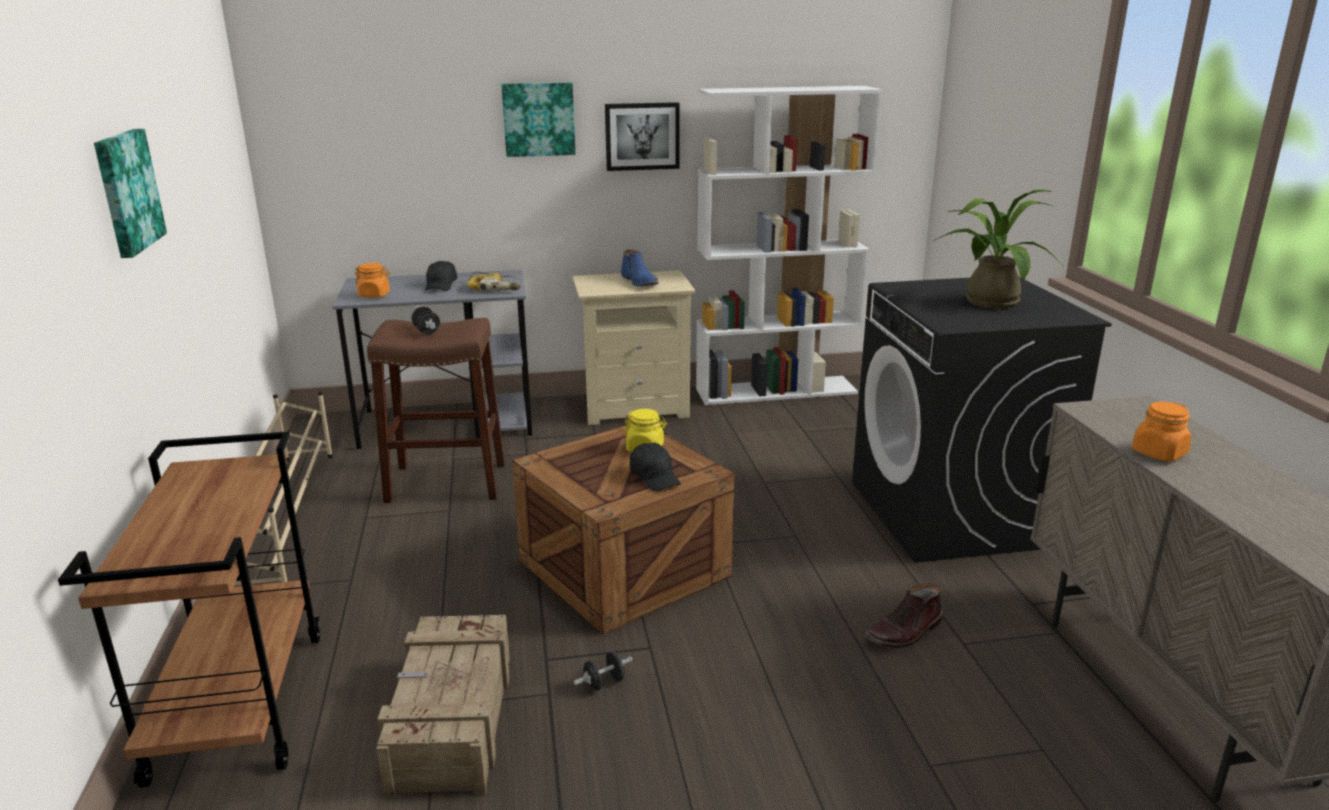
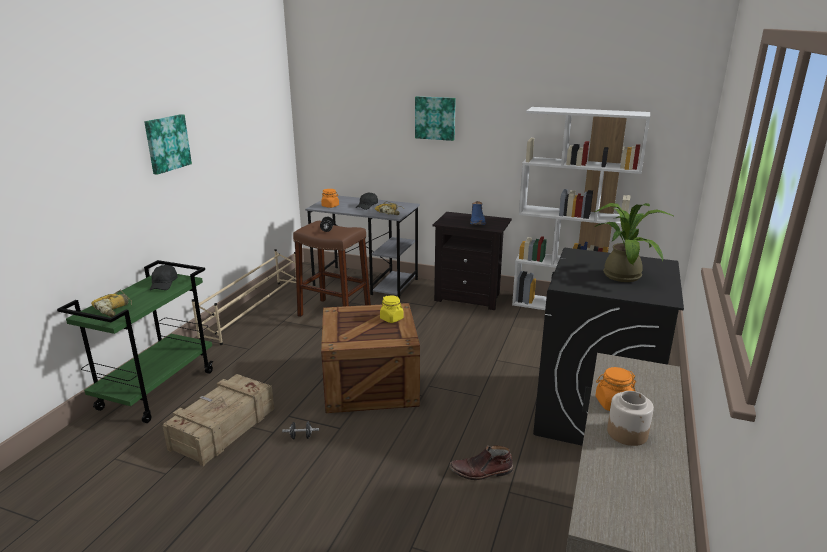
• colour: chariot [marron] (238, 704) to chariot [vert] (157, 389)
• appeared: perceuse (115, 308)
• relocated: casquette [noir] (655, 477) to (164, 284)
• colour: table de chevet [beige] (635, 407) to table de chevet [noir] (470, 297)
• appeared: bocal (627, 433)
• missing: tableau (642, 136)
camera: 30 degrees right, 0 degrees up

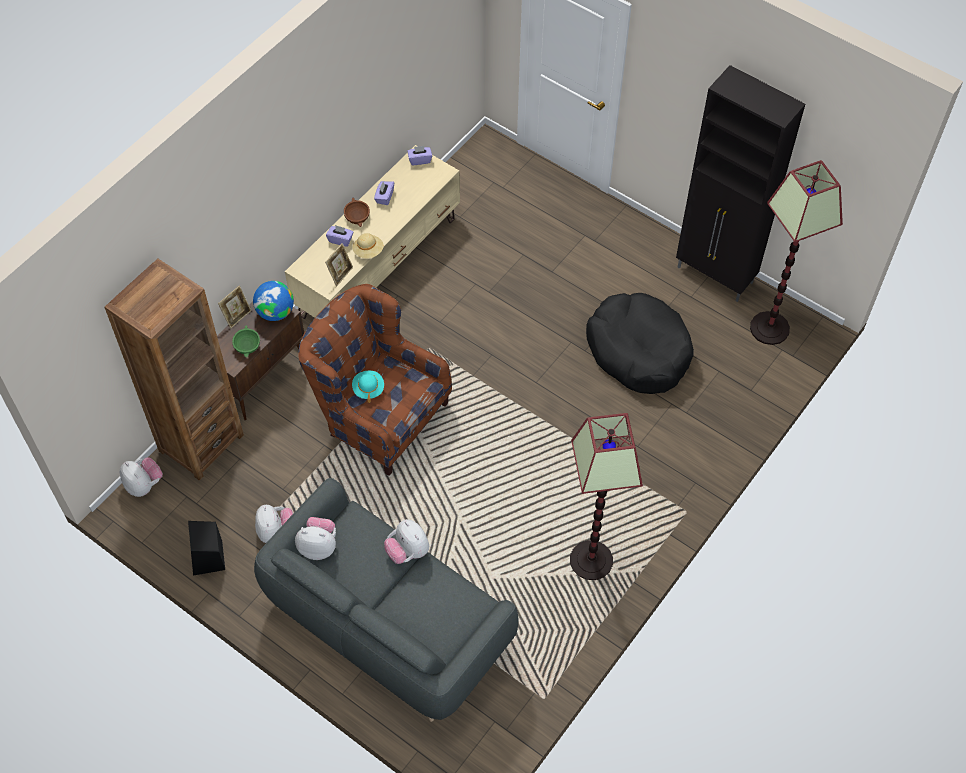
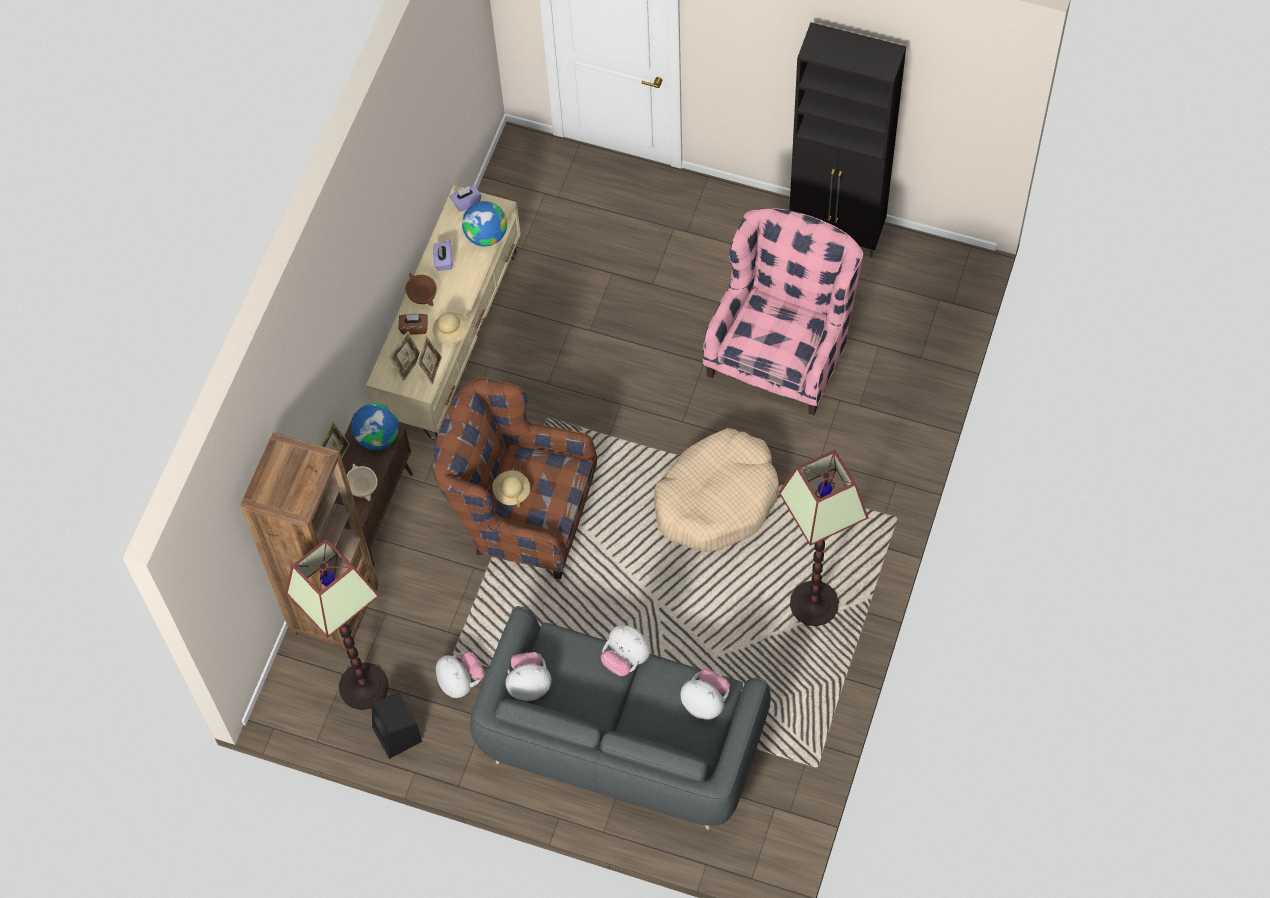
• relocated: lampadaire (770, 328) to (364, 686)
• colour: bol [vert] (247, 346) to bol [beige] (362, 486)
• appeared: cadre photo (407, 365)
• colour: boîte à mouchoirs [violet] (340, 240) to boîte à mouchoirs [marron] (414, 328)
• appeared: globe (486, 235)
• colour: chapeau [turquoise] (368, 389) to chapeau [beige] (511, 492)
• appeared: panier pour chien [beige] (717, 499)
• relocated: peluche (144, 485) to (706, 702)
• exchanged: panier pour chien [noir] (638, 351) to fauteuil [rose] (782, 349)
camera: 15 degrees left, 5 degrees up

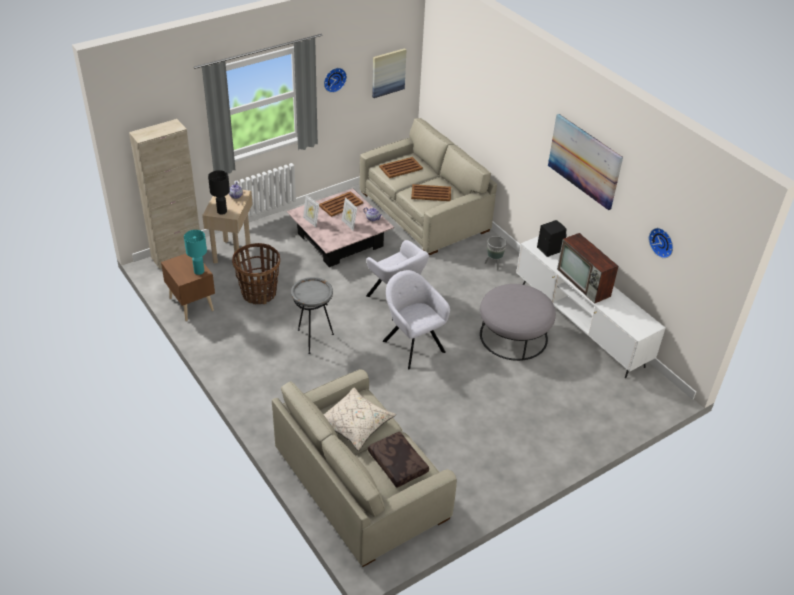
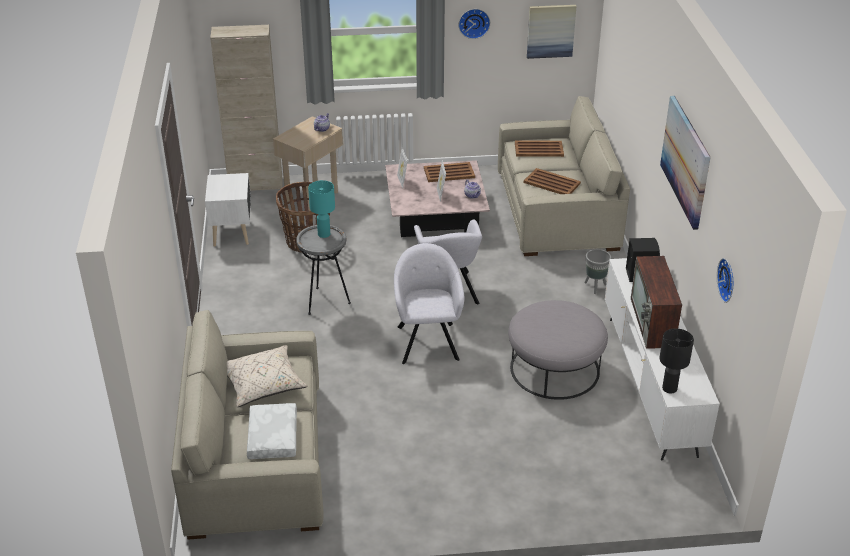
• colour: table de chevet [marron] (192, 303) to table de chevet [blanc] (233, 232)
• colour: coussin [marron] (396, 464) to coussin [blanc] (271, 437)
• relocated: lampe de table [turquoise] (199, 271) to (324, 234)
• relocated: lampe de table [noir] (221, 211) to (669, 388)
camera: 30 degrees right, 5 degrees down

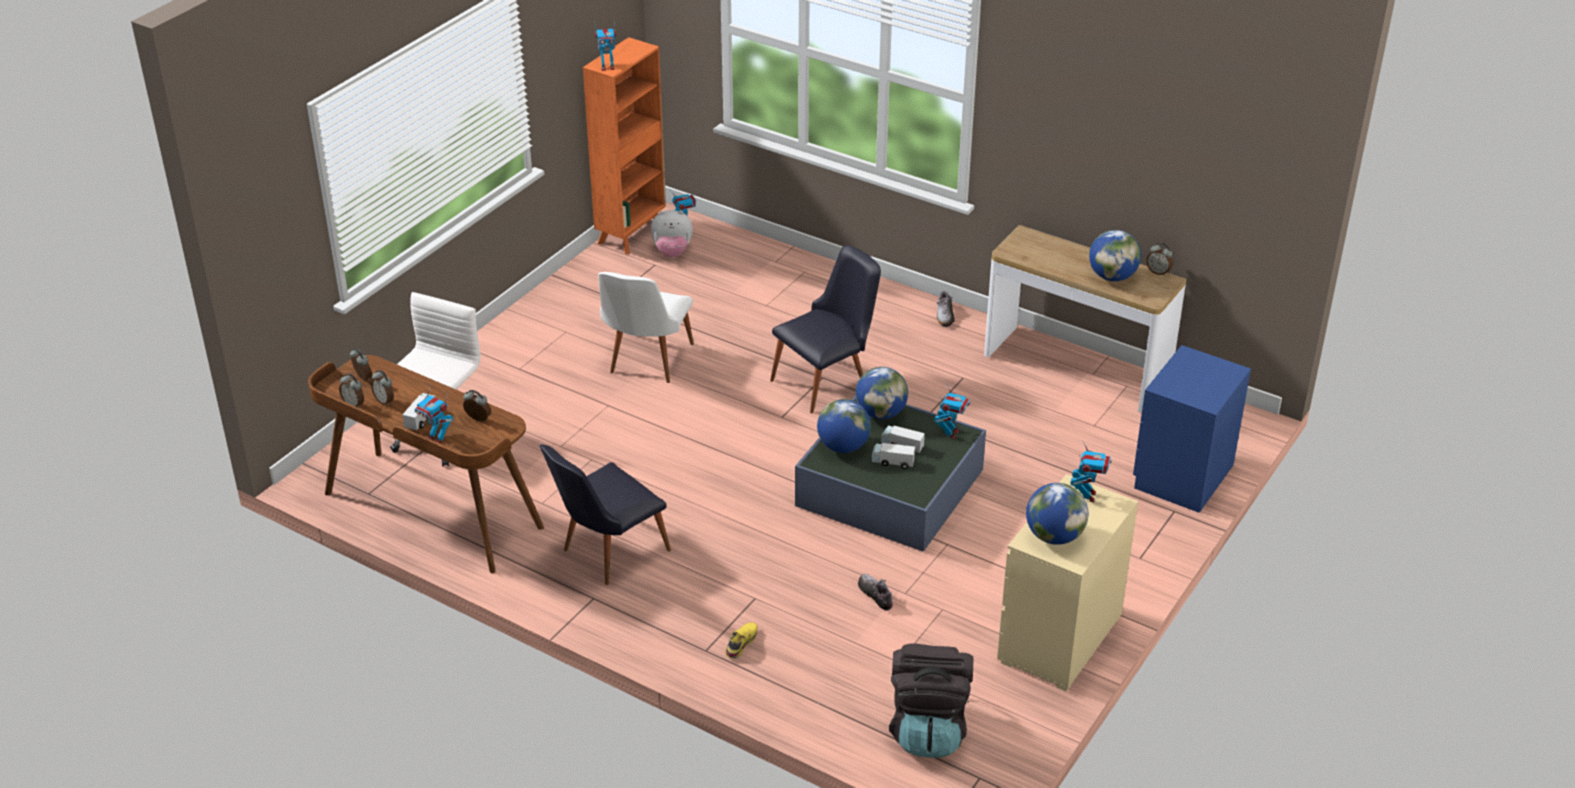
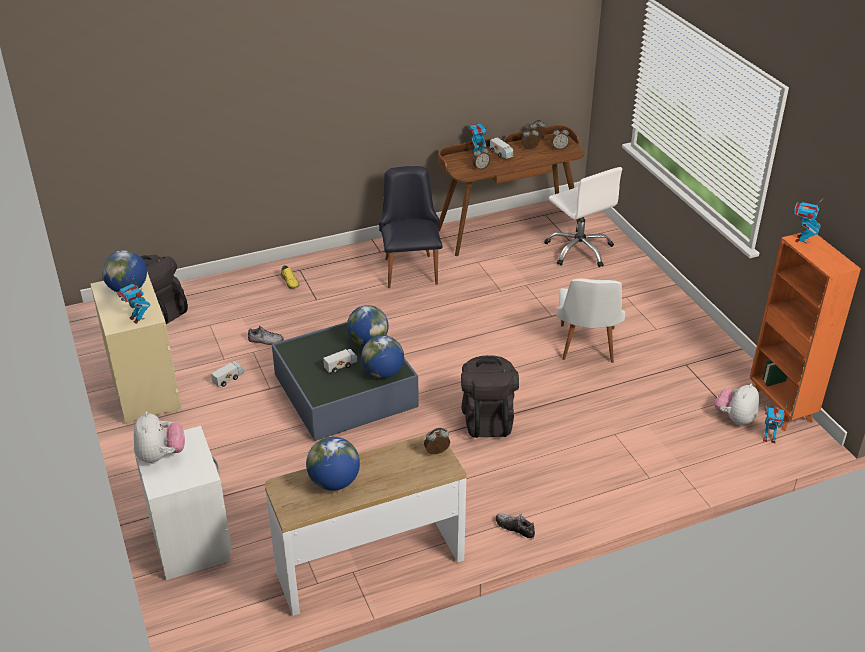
• colour: table de chevet [bleu] (1181, 476) to table de chevet [blanc] (192, 541)
• appeared: peluche (161, 456)
• relocated: camion jouet (892, 462) to (228, 379)
• relocated: réveil (1158, 272) to (437, 453)
• exchanged: chaise [noir] (827, 381) to sac à dos [noir] (487, 419)
• spun: chaise [blanc] (646, 363) = (586, 348) 135 degrees counterclockwise
• missing: robot jouet (950, 433)
camera: 125 degrees right, 0 degrees up

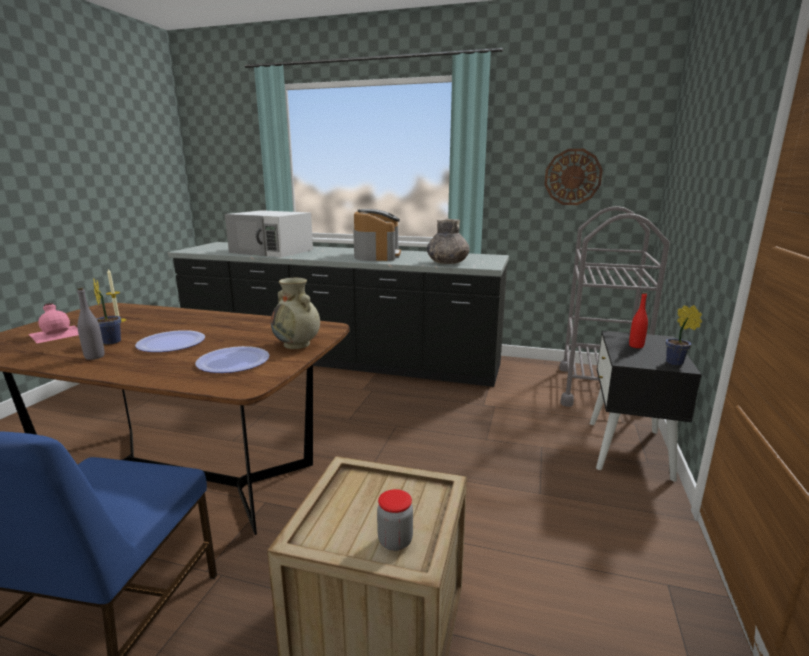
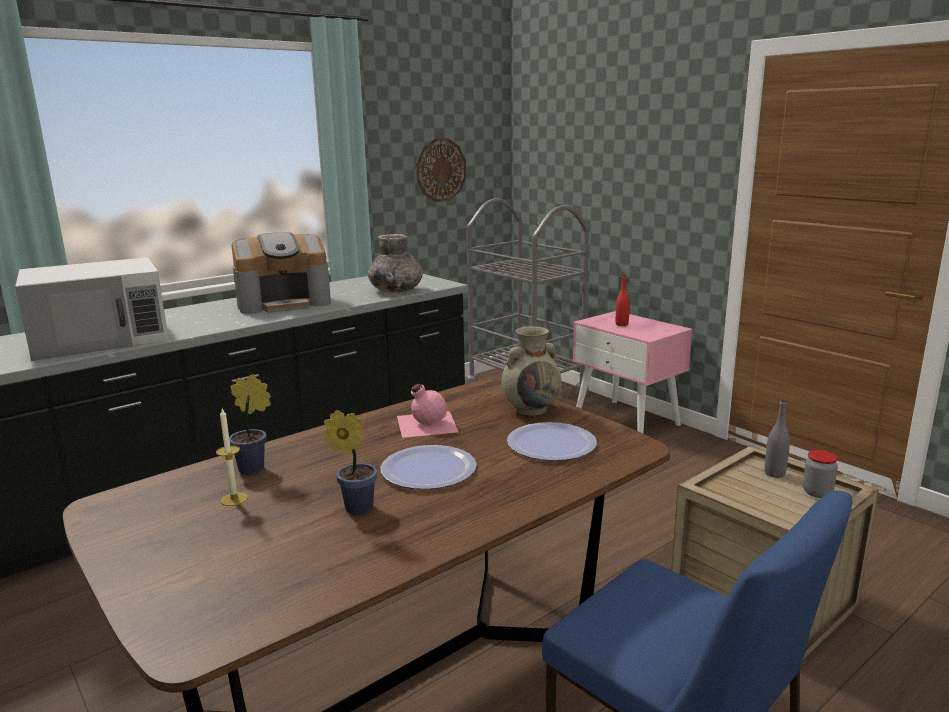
• relocated: plante en pot (677, 363) to (255, 469)
• spun: machine à café (377, 255) = (284, 303) 120 degrees clockwise
• relocated: bouteille [rose] (57, 333) to (425, 423)
• colour: table de chevet [noir] (629, 449) to table de chevet [rose] (627, 420)
• relocated: bouteille [gris] (94, 357) to (774, 473)
camera: 55 degrees left, 0 degrees up

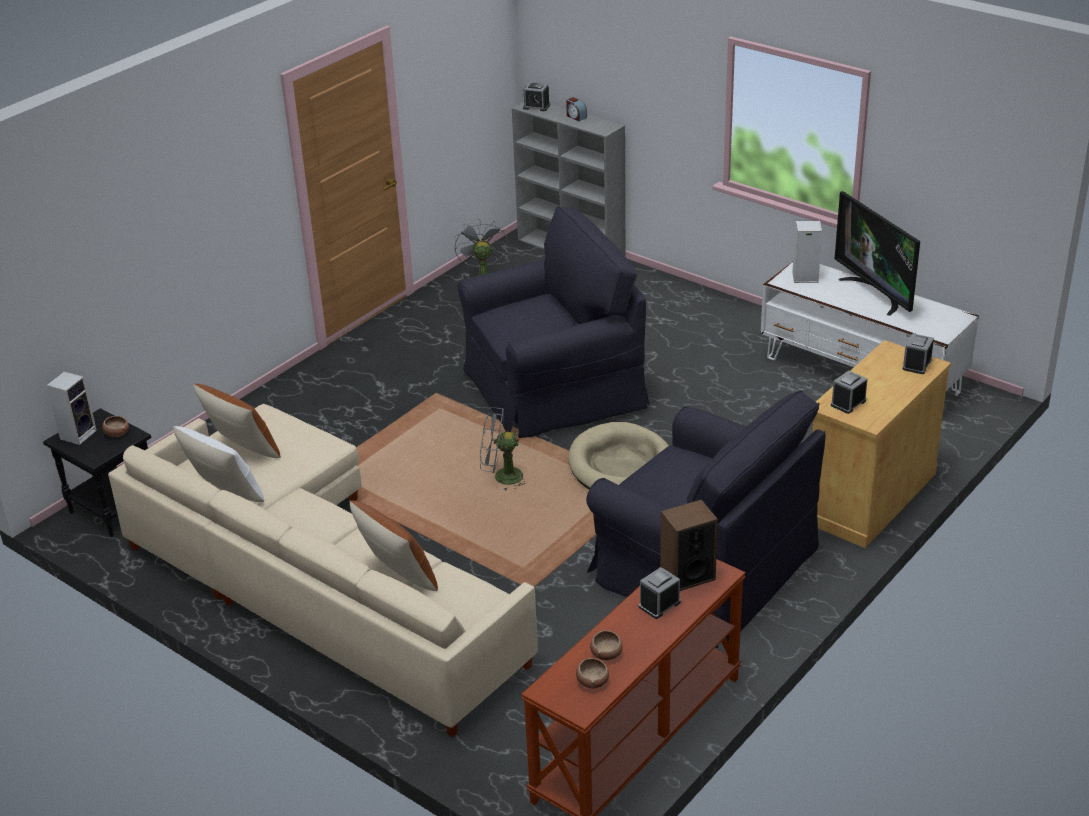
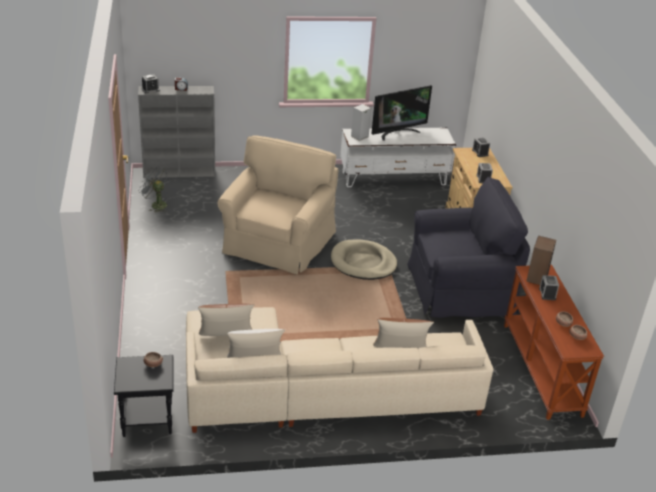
• colour: fauteuil [noir] (552, 388) to fauteuil [beige] (277, 242)
• spun: téléviseur (875, 293) = (397, 133) 45 degrees counterclockwise
• missing: enceinte (78, 434)
• missing: ventilateur [gris] (501, 477)
camera: 50 degrees left, 0 degrees up

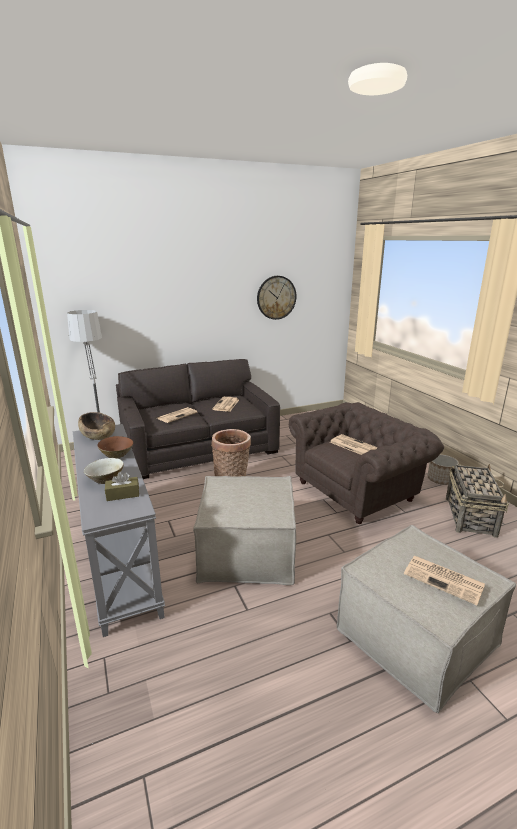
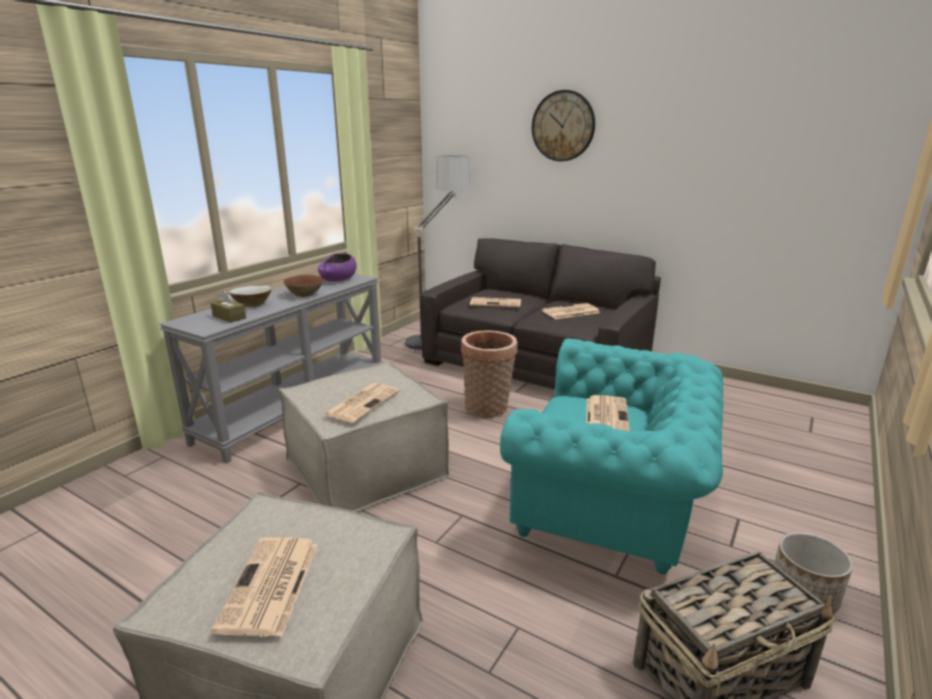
• colour: bol [marron] (98, 435) to bol [violet] (338, 279)
• appeared: journal (363, 402)
• colour: fauteuil [marron] (358, 490) to fauteuil [turquoise] (613, 506)
• relocated: horloge murale (276, 297) to (563, 126)
camera: 55 degrees right, 0 degrees up

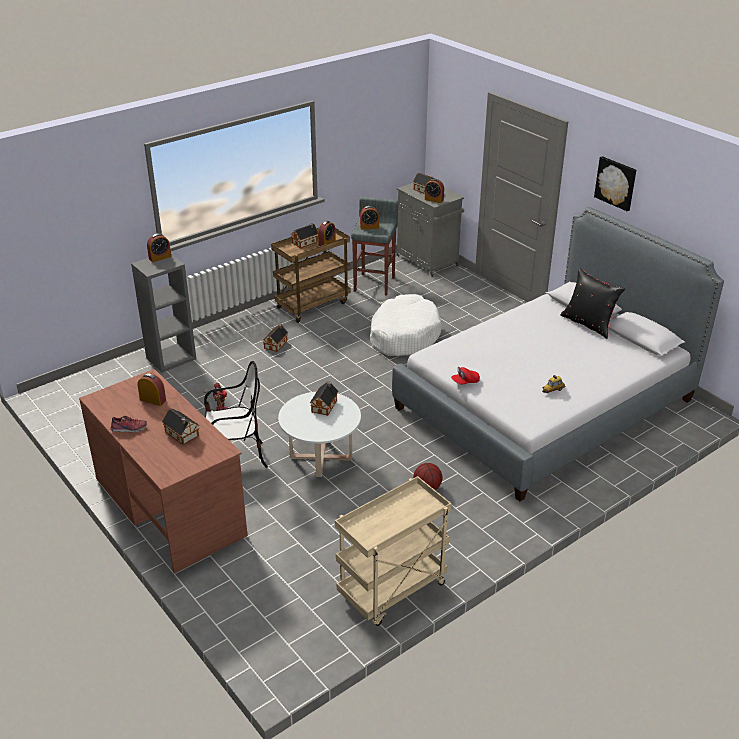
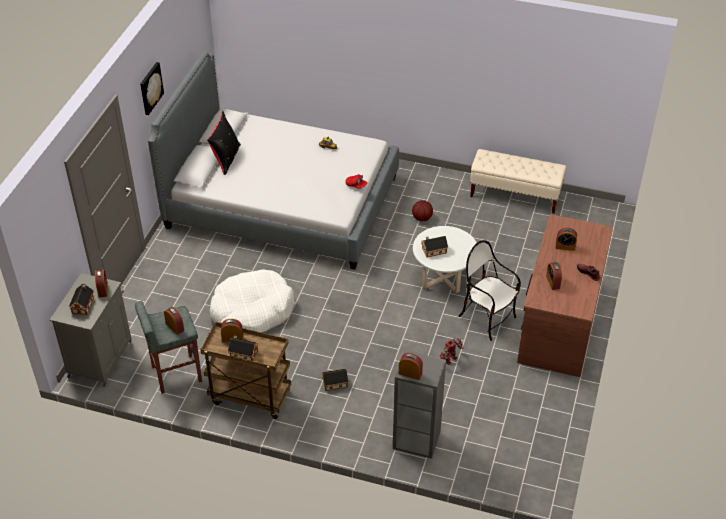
• exchanged: chariot [beige] (392, 591) to banc [beige] (515, 195)
• exchanged: maison miniature (182, 434) to réveil (565, 246)
camera: 125 degrees left, 10 degrees up

